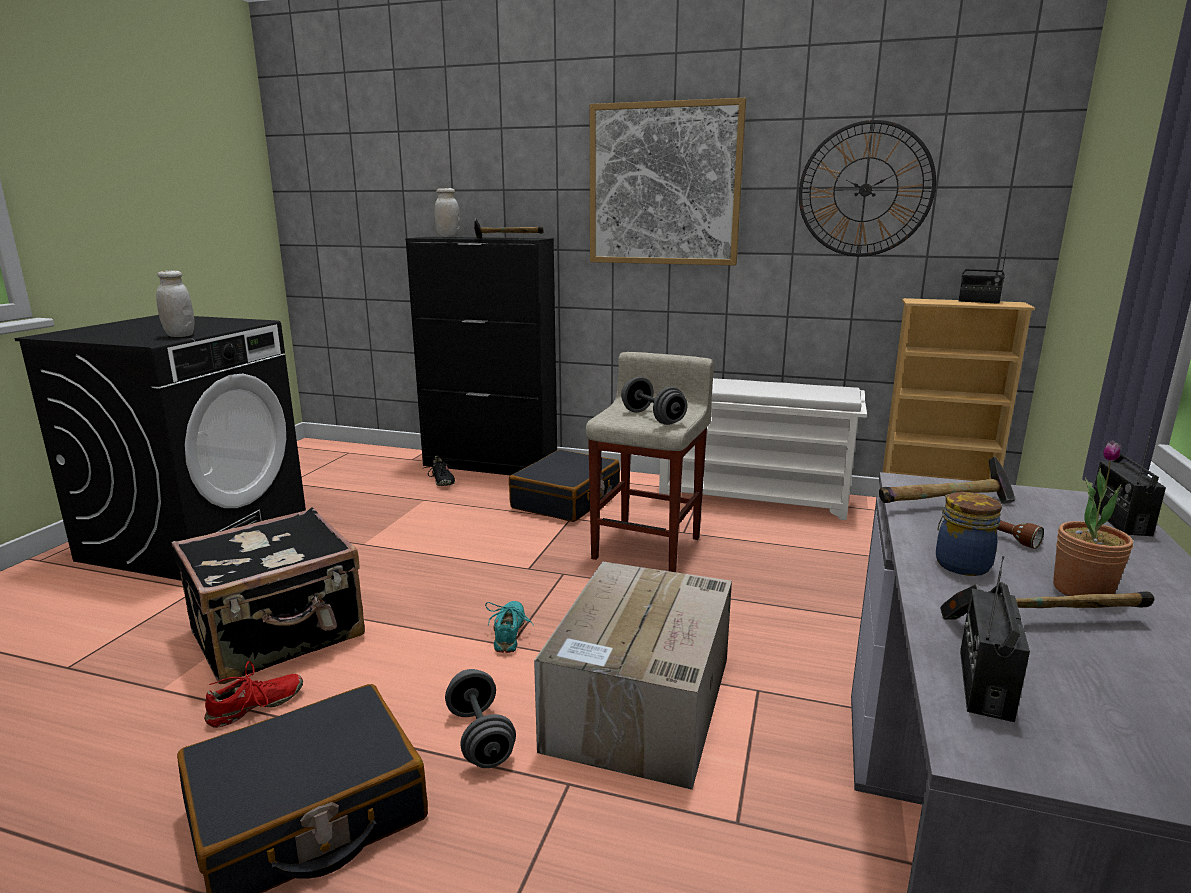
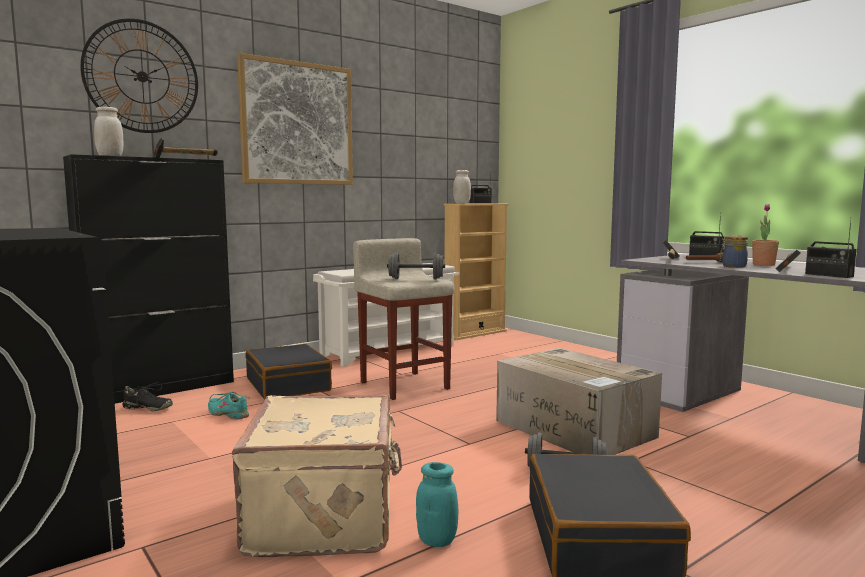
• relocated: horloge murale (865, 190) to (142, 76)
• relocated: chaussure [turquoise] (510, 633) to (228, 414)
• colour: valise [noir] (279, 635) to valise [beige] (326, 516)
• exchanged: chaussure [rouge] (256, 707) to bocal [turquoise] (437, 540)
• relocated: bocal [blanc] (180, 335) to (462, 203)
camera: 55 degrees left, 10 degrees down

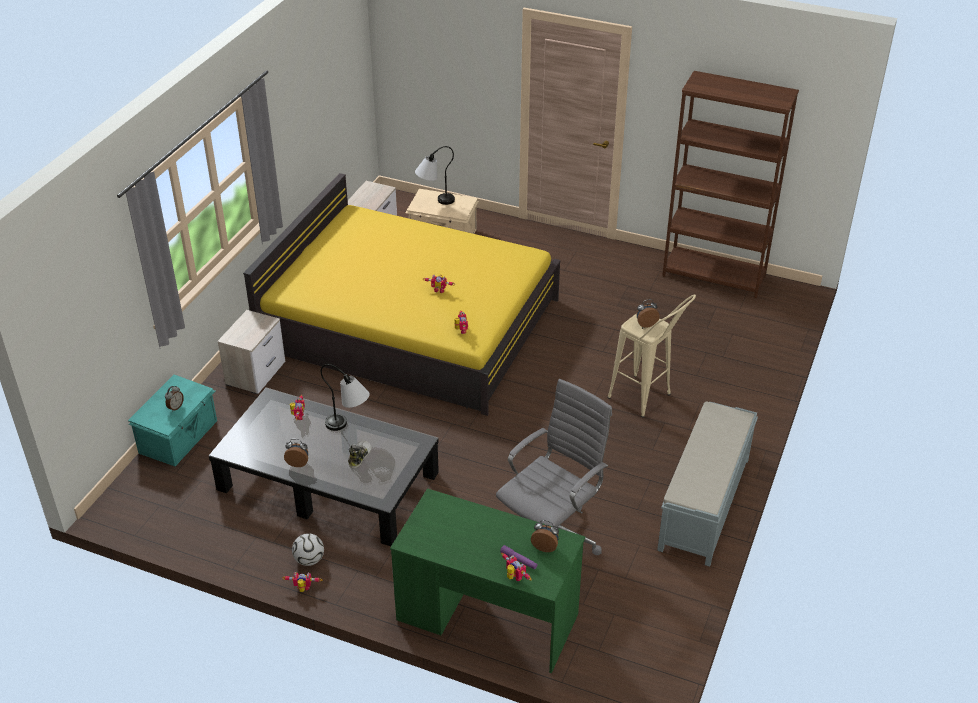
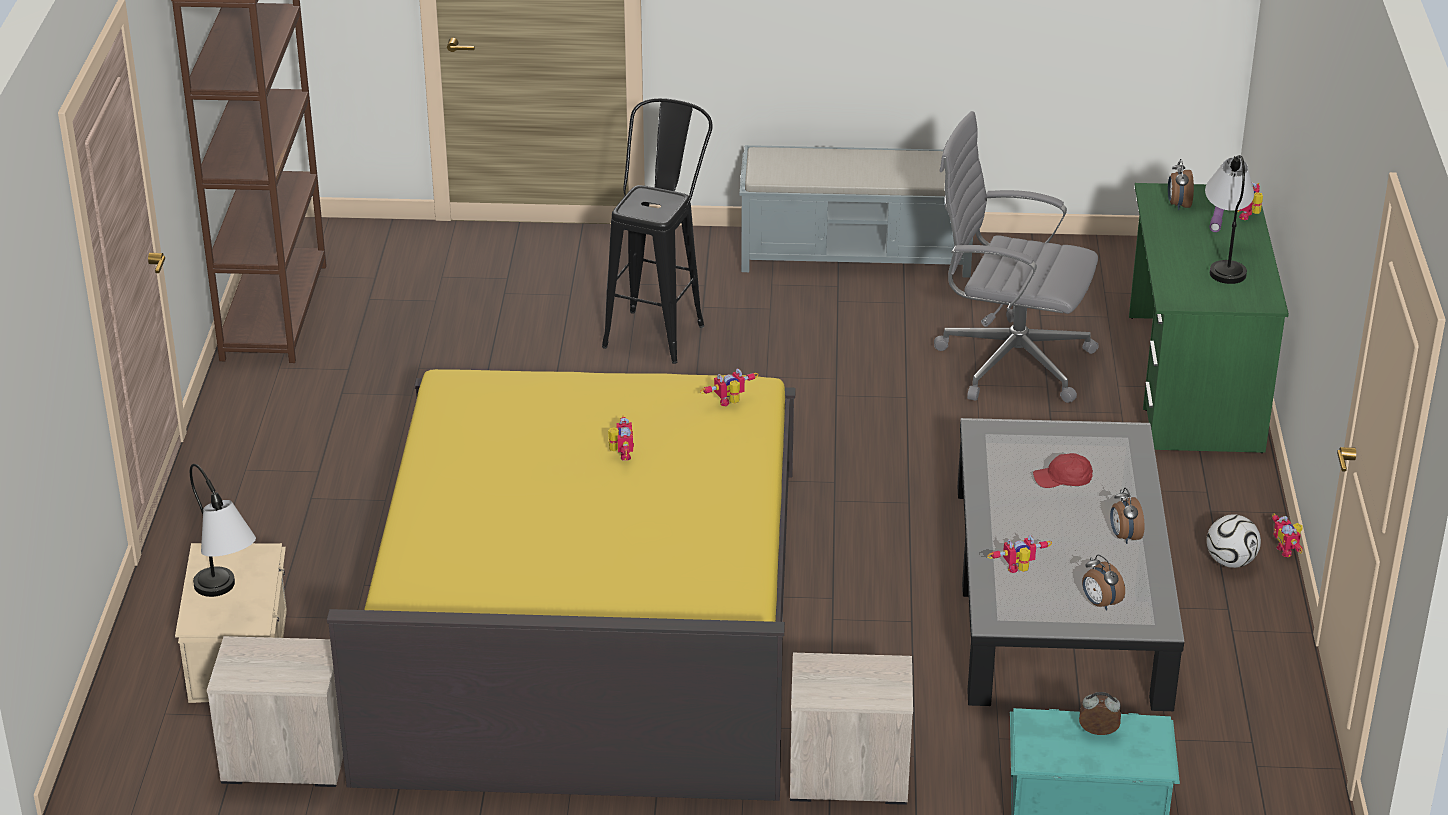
• colour: tabouret [beige] (646, 400) to tabouret [noir] (659, 329)
• exchanged: chaussure (359, 457) to casquette [rouge] (1063, 480)
• relocated: réveil (646, 324) to (1099, 603)
• relocated: lampe de table (349, 427) to (1225, 261)
camera: 110 degrees left, 5 degrees down

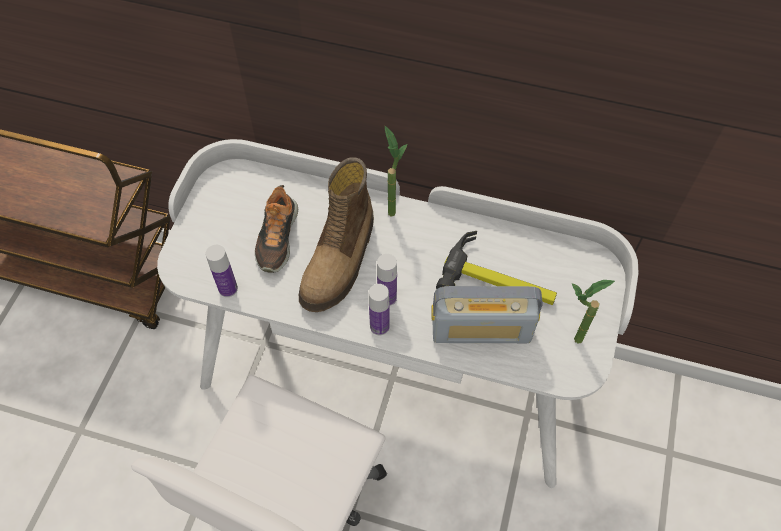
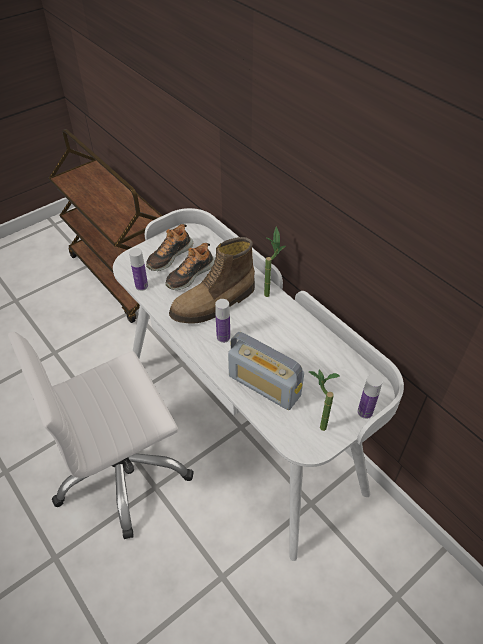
• appeared: chaussure (169, 256)
• relocated: bouteille (379, 326) to (365, 412)
• missing: marteau (500, 280)
camera: 35 degrees right, 10 degrees down

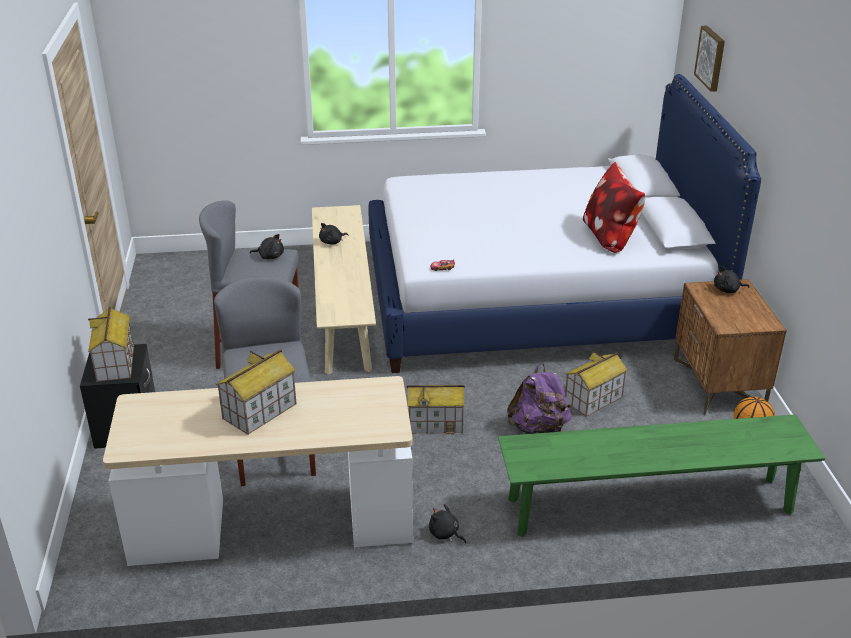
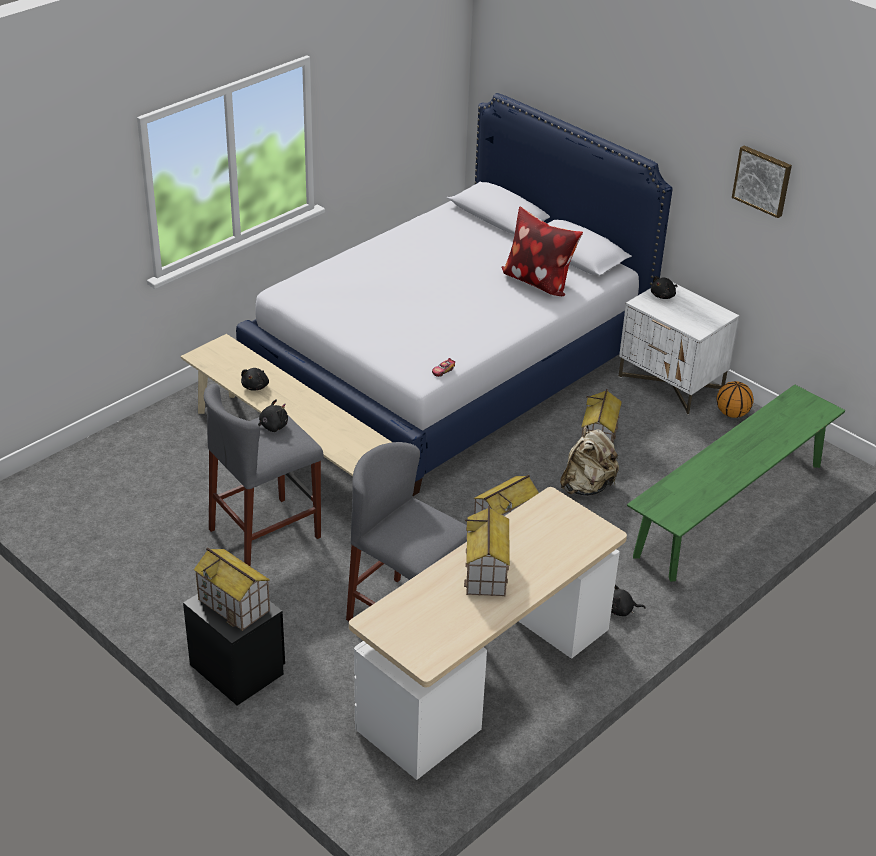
• colour: sac à dos [violet] (538, 428) to sac à dos [beige] (587, 486)
• colour: table de chevet [marron] (718, 385) to table de chevet [blanc] (671, 383)
• relocated: tableau (711, 58) to (763, 180)
camera: 40 degrees left, 5 degrees up

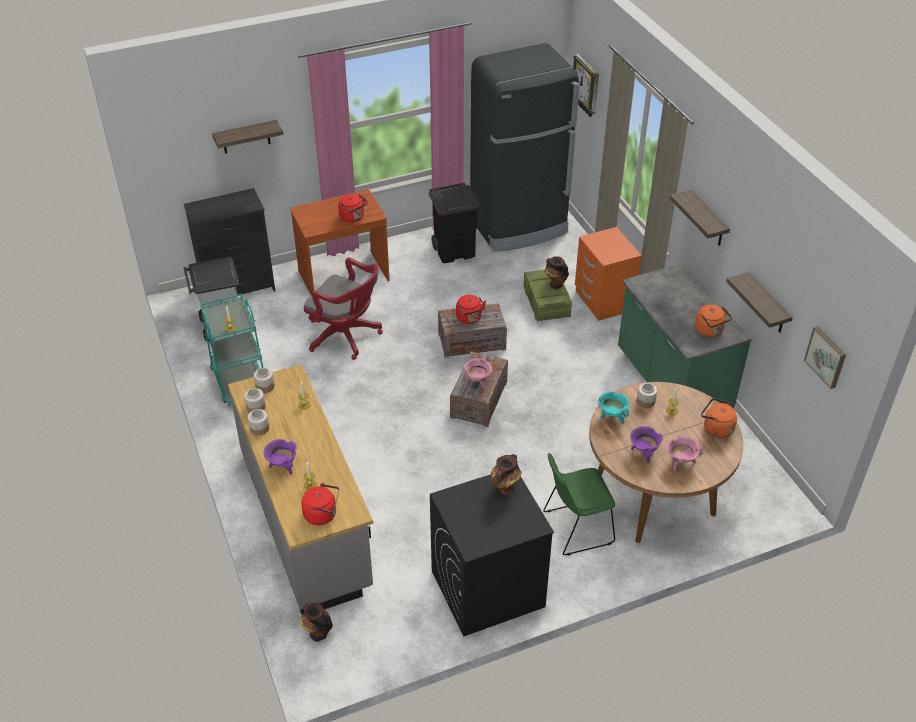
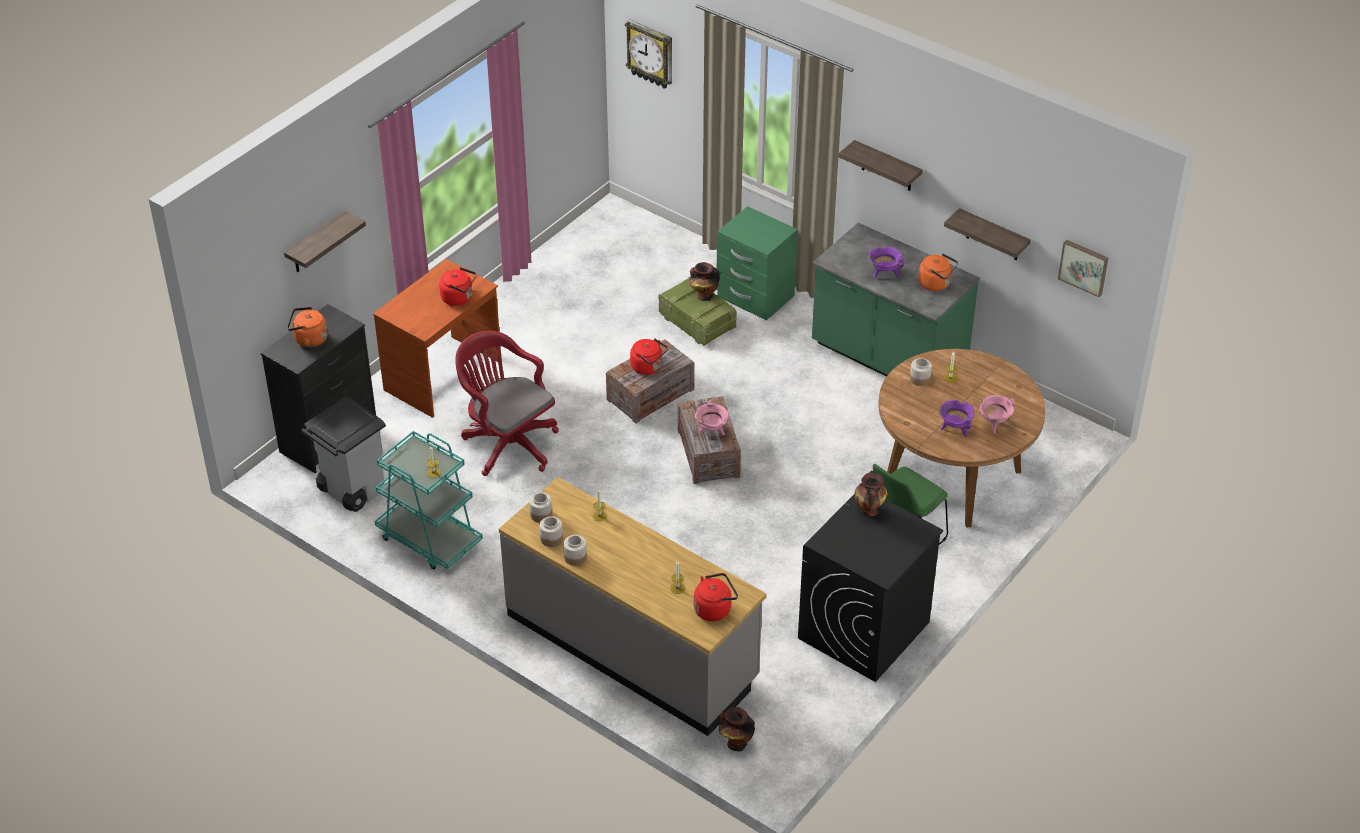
• relocated: bouilloire [orange] (716, 429) to (309, 339)
• spun: chaise de bureau [rouge] (346, 336) = (507, 443) 135 degrees counterclockwise
• colour: table de chevet [orange] (603, 301) to table de chevet [vert] (754, 297)
• relocated: marmite [violet] (283, 466) to (884, 273)
• missing: poubelle [noir] (454, 250)
• missing: réfrigérateur [noir] (519, 227)
• missing: marmite [turquoise] (612, 417)
camera: 30 degrees left, 0 degrees up

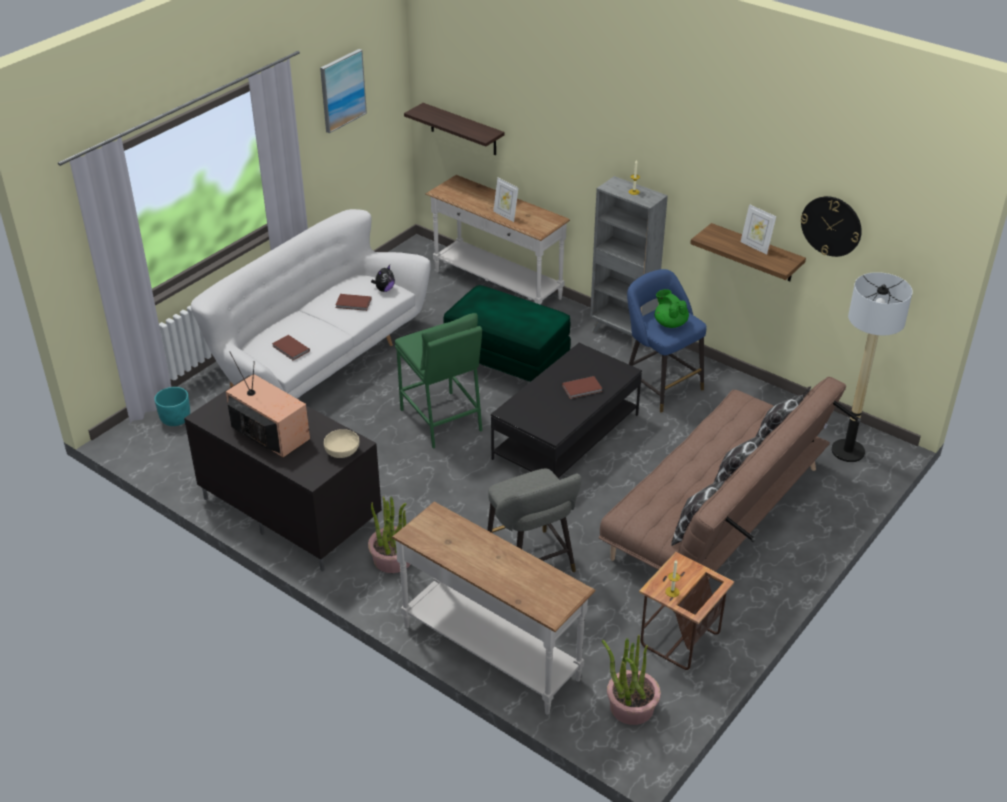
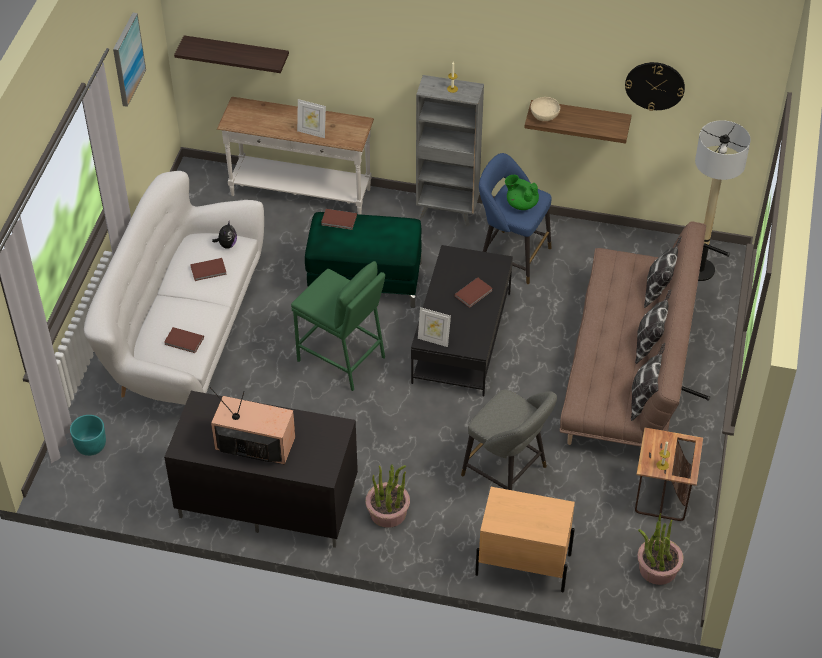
• appeared: livre [marron] (339, 220)
• relocated: cadre photo (755, 247) to (433, 340)
• exchanged: table console [blanc] (492, 651) to table de chevet [beige] (522, 564)
• relocated: bol [beige] (342, 451) to (544, 115)
camera: 25 degrees left, 10 degrees up

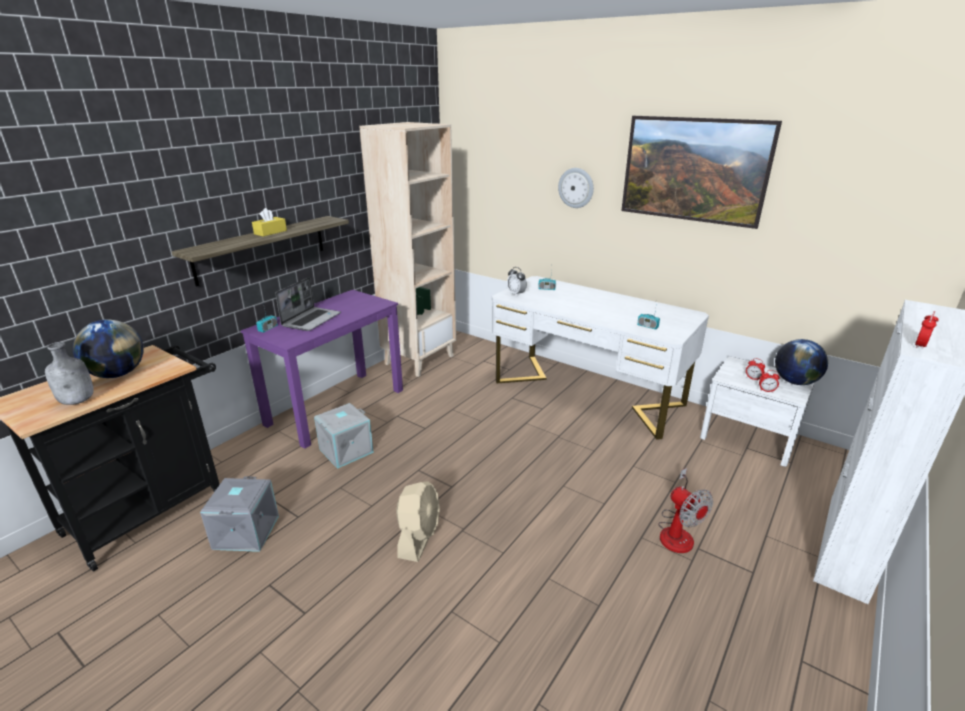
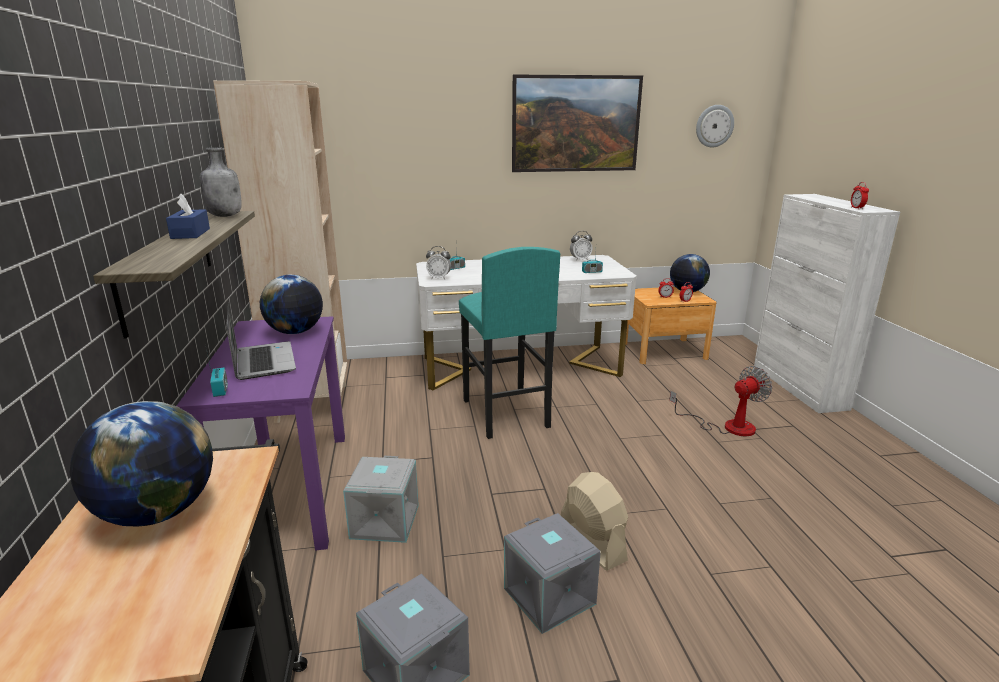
• colour: boîte à mouchoirs [jaune] (270, 232) to boîte à mouchoirs [bleu] (190, 233)
• relocated: bouteille [gris] (78, 400) to (226, 216)
• appeared: globe (295, 332)
• appeared: tabouret [turquoise] (505, 414)
• appeared: boîte de rangement [gris] (547, 596)
• appeared: réveil (580, 259)
• colour: table de chevet [blanc] (748, 436) to table de chevet [marron] (663, 351)
• spun: ventilateur (677, 532) = (727, 426) 45 degrees counterclockwise
• relocated: horloge murale (576, 188) to (714, 126)
camera: 45 degrees left, 5 degrees down

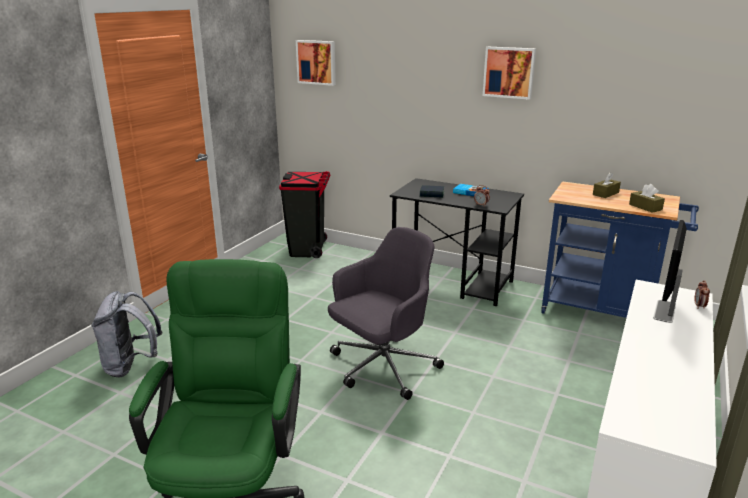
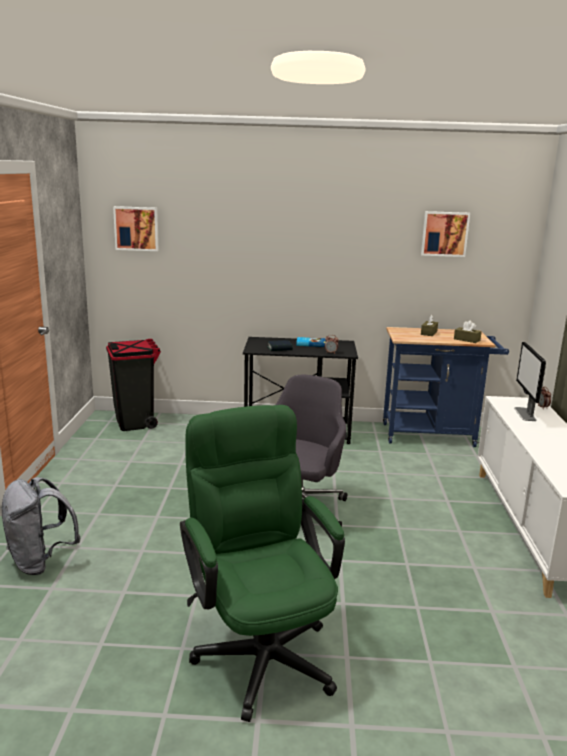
• relocated: tableau (509, 72) to (444, 234)
camera: 25 degrees left, 5 degrees down

